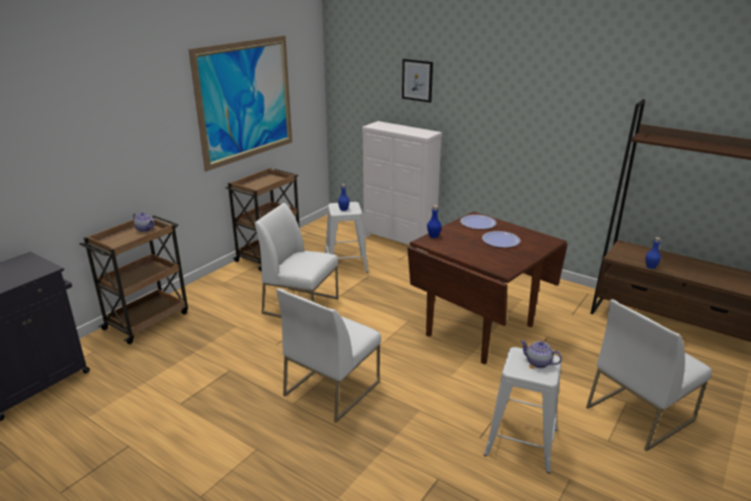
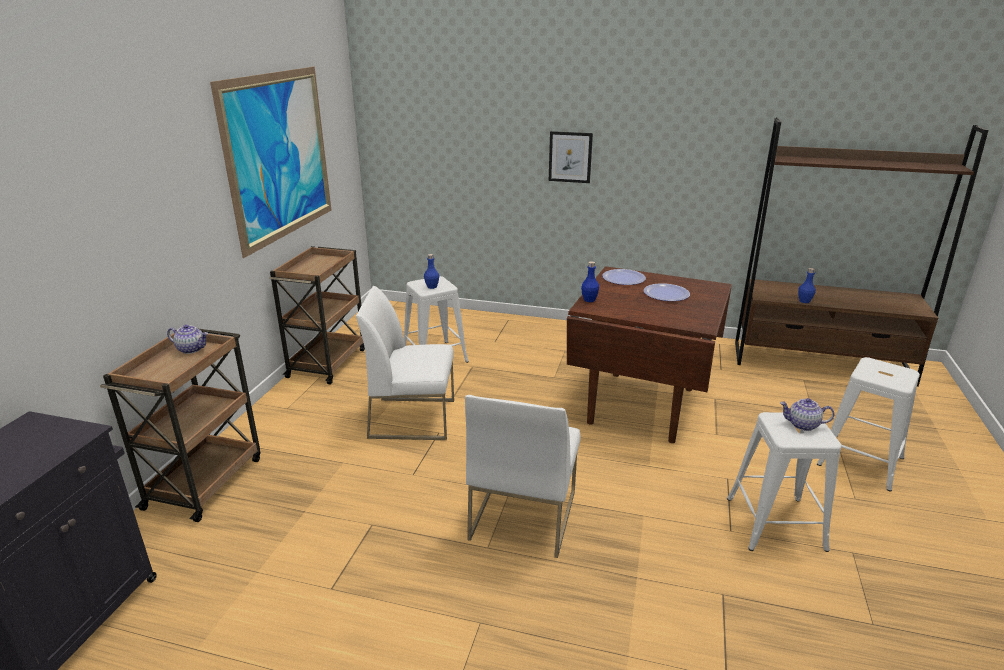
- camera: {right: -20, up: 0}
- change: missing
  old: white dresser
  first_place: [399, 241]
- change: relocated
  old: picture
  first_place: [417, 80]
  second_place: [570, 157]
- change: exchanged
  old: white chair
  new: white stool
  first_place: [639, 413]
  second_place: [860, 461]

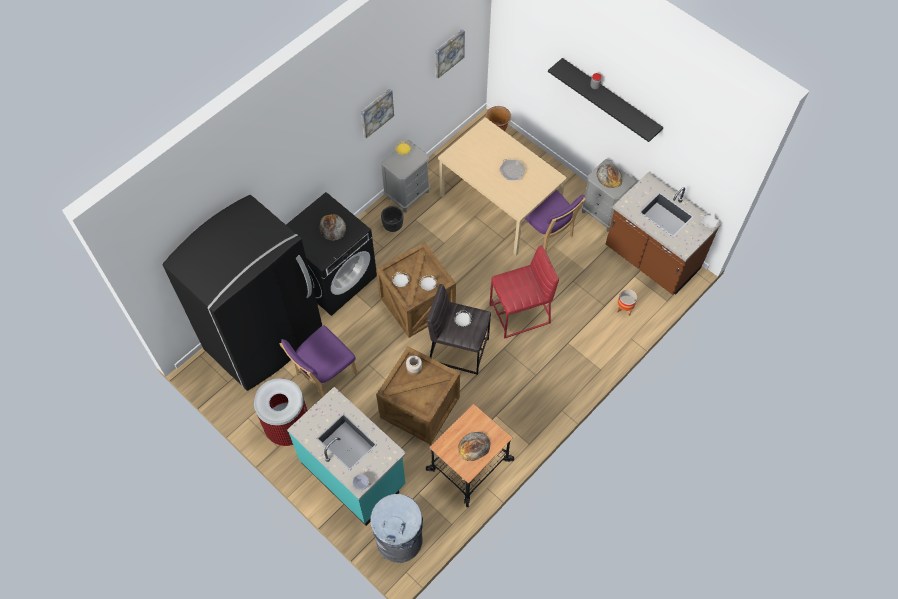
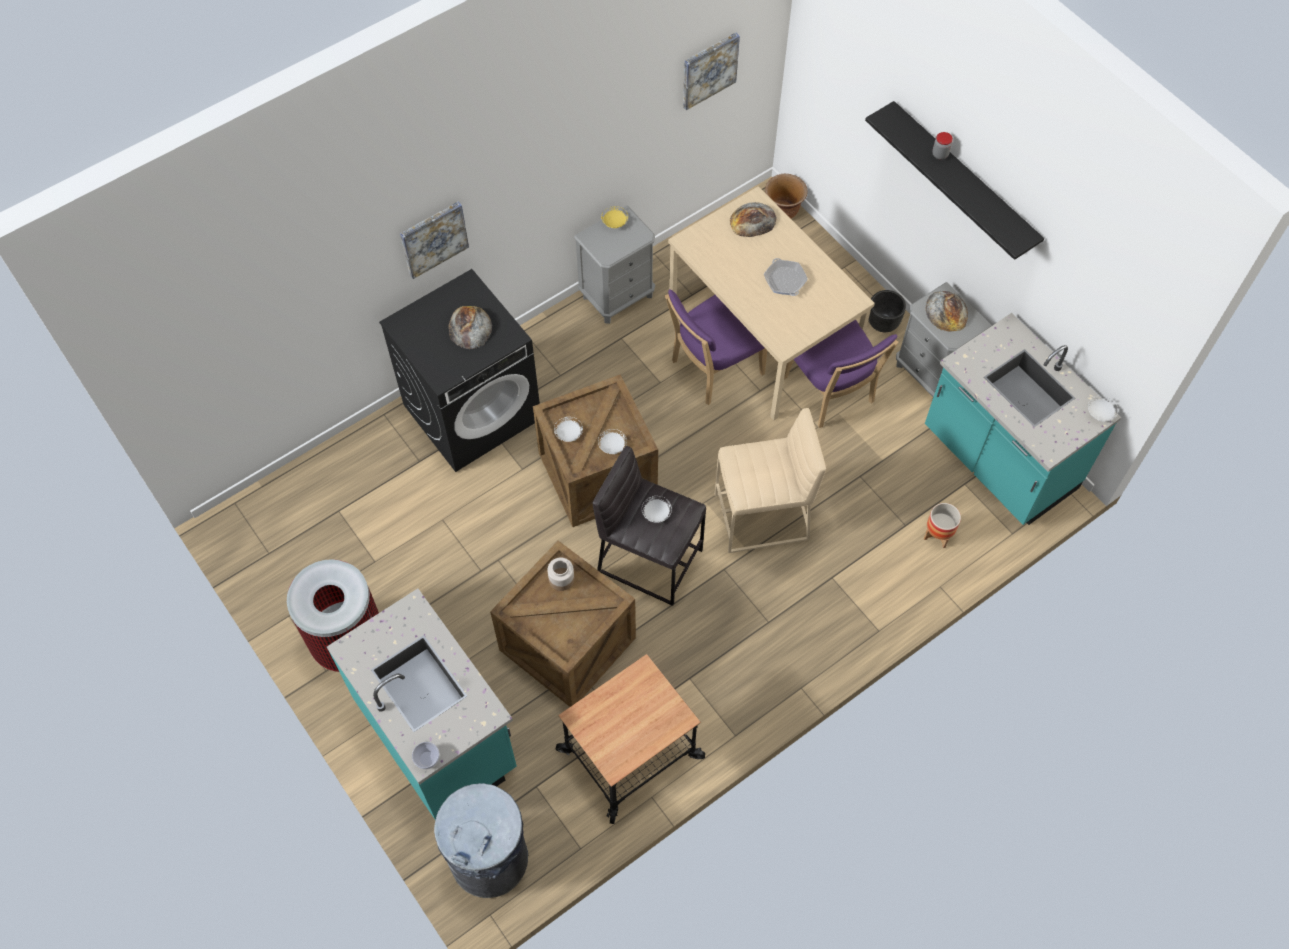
- camera: {right: 10, up: 0}
- change: missing
  old: black fridge
  first_place: [265, 338]
- change: relocated
  old: purple chair
  first_place: [324, 375]
  second_place: [713, 369]
- change: relocated
  old: picture
  first_place: [376, 112]
  second_place: [433, 238]
- change: relocated
  old: black planter
  first_place: [393, 226]
  second_place: [883, 323]
- change: relocated
  old: bread
  first_place: [474, 446]
  second_place: [753, 220]
- change: colour
  old: red stool
  new: beige stool
  first_place: [520, 314]
  second_place: [762, 517]
- change: colour
  old: brown counter
  new: turquoise counter
  first_place: [651, 259]
  second_place: [998, 461]

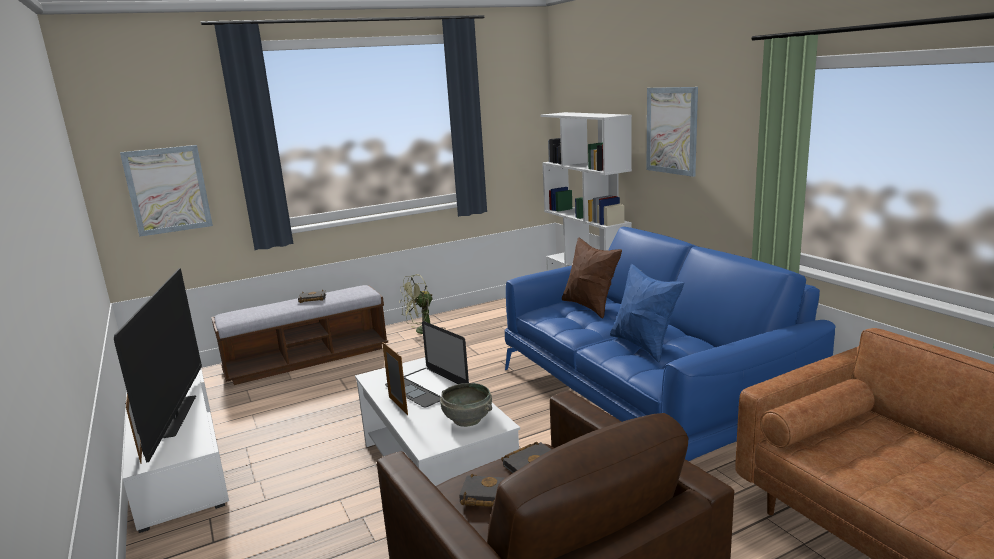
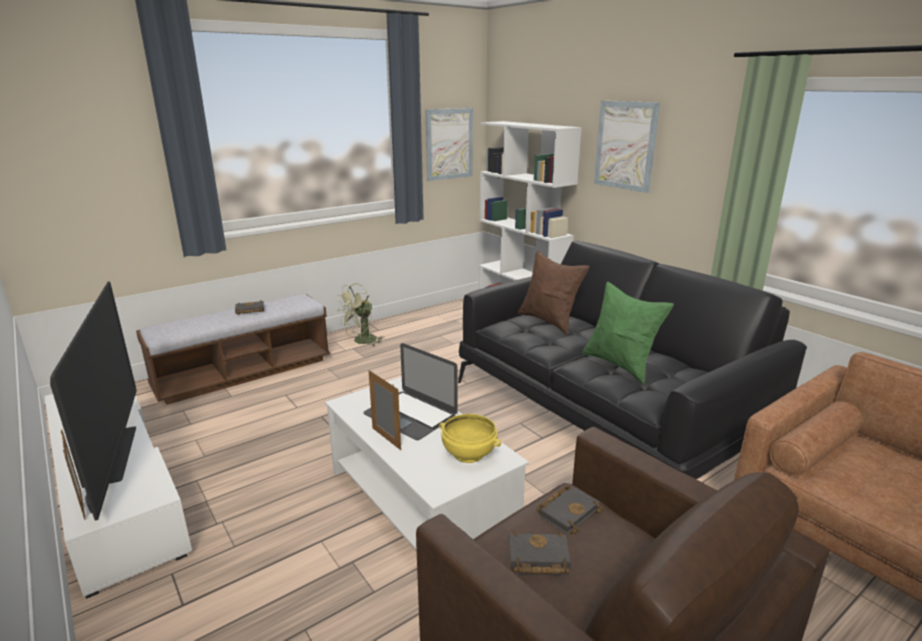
- camera: {right: -10, up: 5}
- change: relocated
  old: picture
  first_place: [168, 190]
  second_place: [449, 144]
- change: colour
  old: grey bowl
  new: yellow bowl
  first_place: [467, 419]
  second_place: [468, 454]
- change: colour
  old: blue sofa
  new: black sofa
  first_place: [647, 397]
  second_place: [606, 410]
- change: colour
  old: blue pillow
  new: green pillow
  first_place: [644, 345]
  second_place: [620, 364]

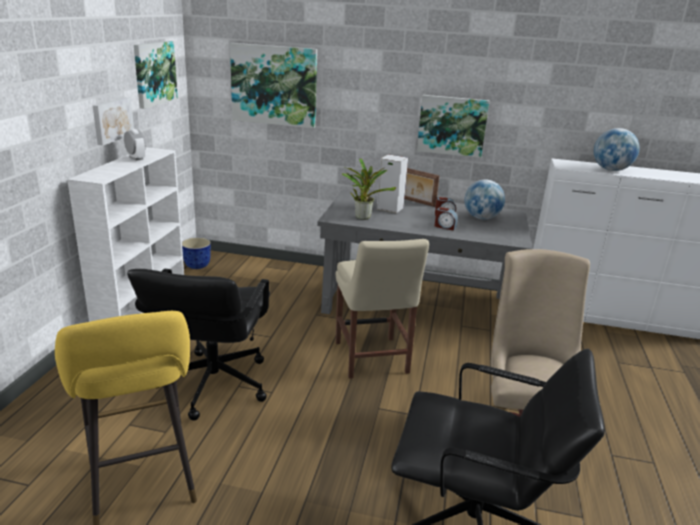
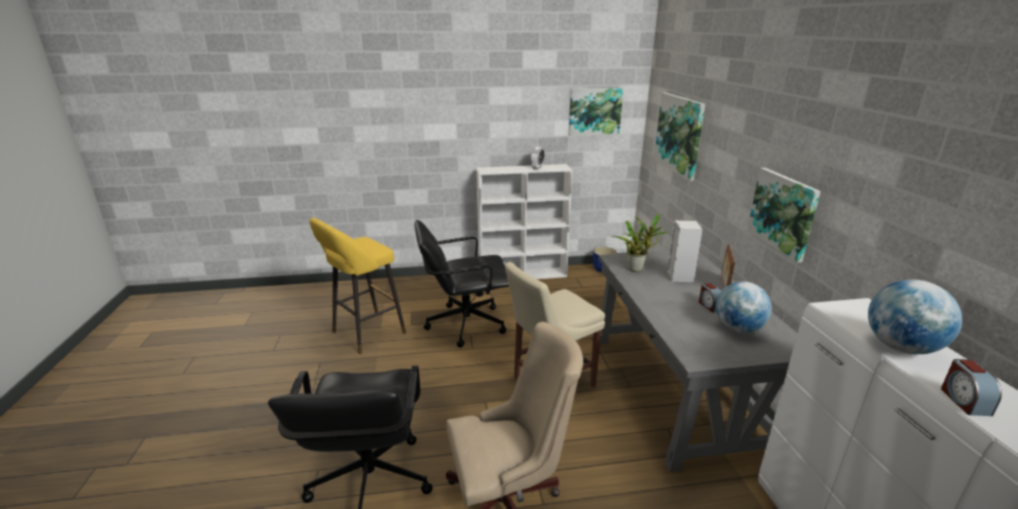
- camera: {right: 70, up: 0}
- change: missing
  old: picture
  first_place: [112, 120]
- change: relocated
  old: alarm clock
  first_place: [445, 227]
  second_place: [964, 401]

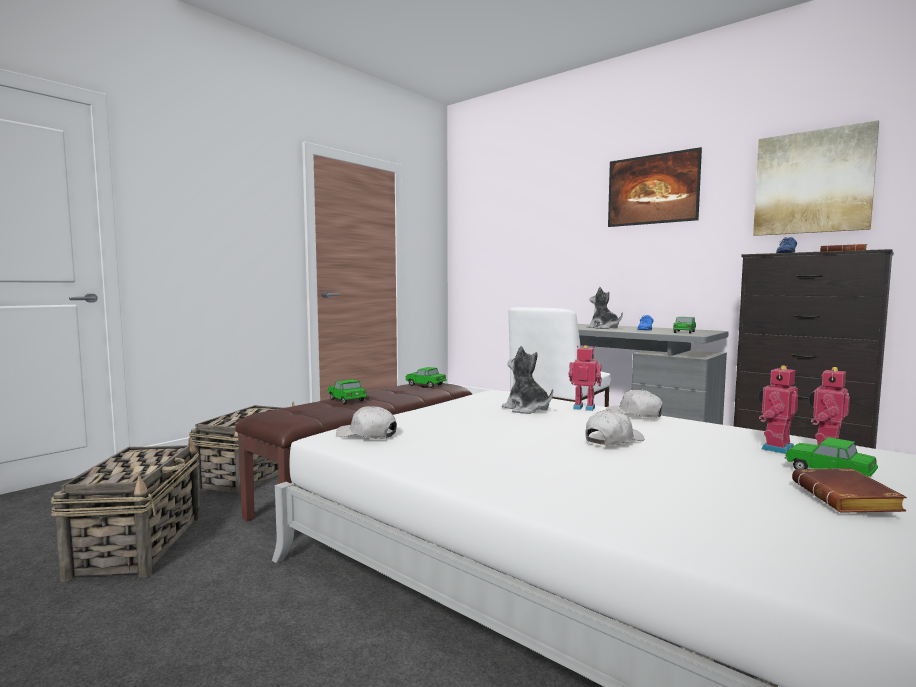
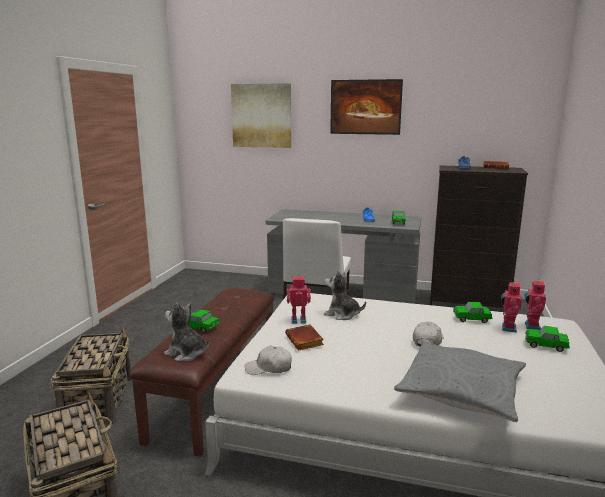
- camera: {right: -25, up: 10}
- change: missing
  old: white cap
  first_place: [634, 415]
- change: appeared
  new: grey pillow
  second_place: [461, 391]
- change: relocated
  old: toy car
  first_place: [425, 385]
  second_place: [471, 319]
- change: relocated
  old: toy robot
  first_place: [584, 407]
  second_place: [298, 320]
- change: relocated
  old: plush toy
  first_place: [603, 328]
  second_place: [186, 353]
- change: relocated
  old: picture
  first_place: [812, 182]
  second_place: [261, 116]
- change: relocated
  old: brown book
  first_place: [849, 499]
  second_place: [305, 341]

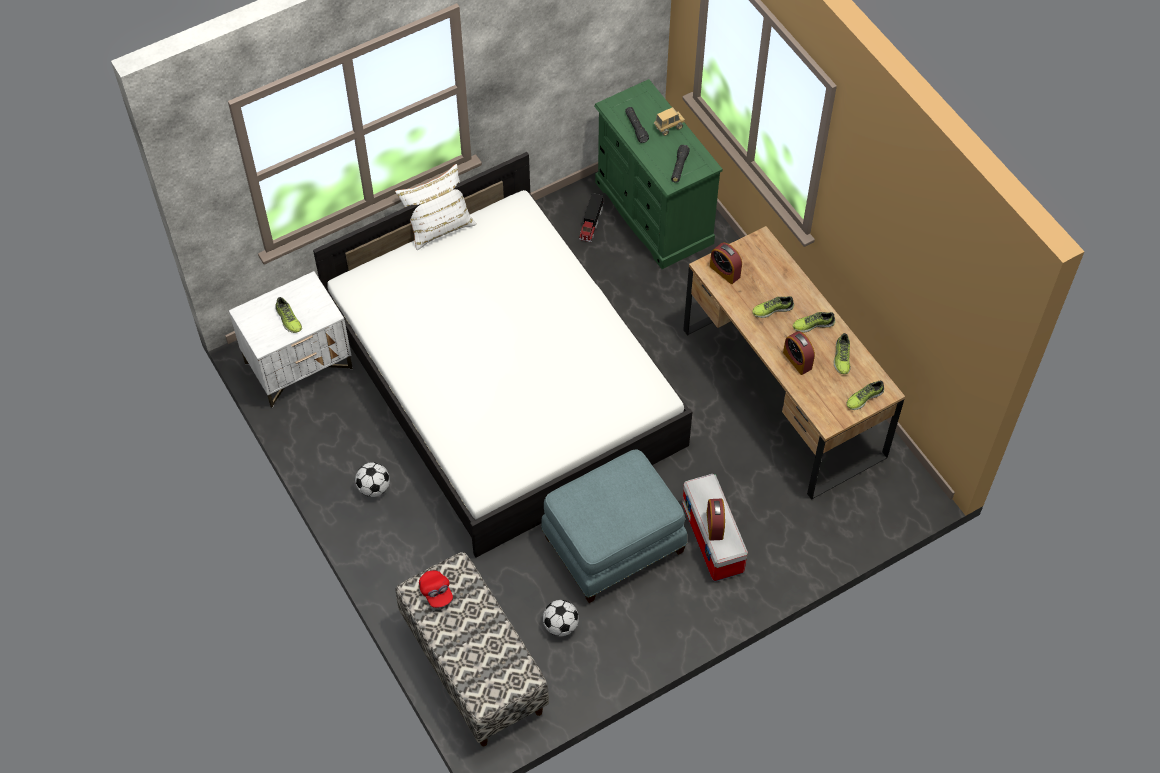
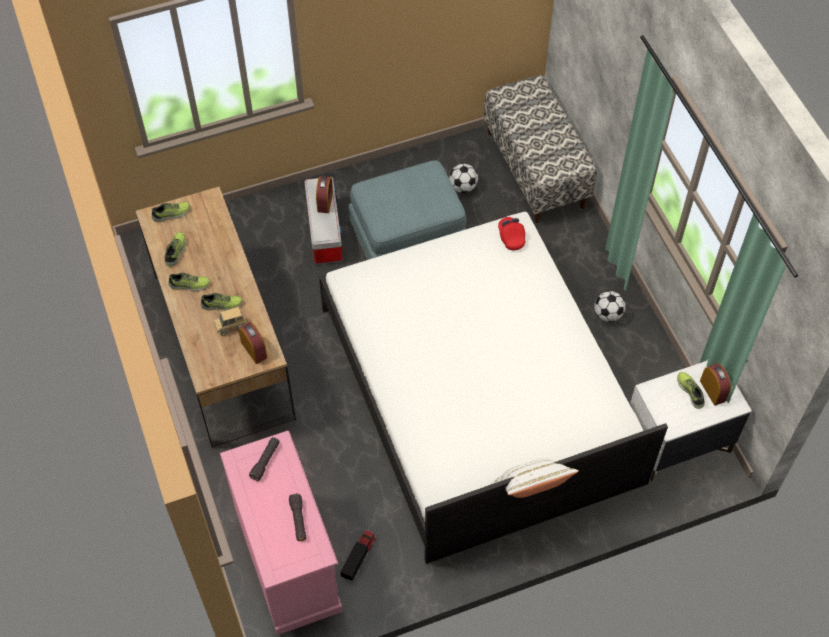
- camera: {right: -170, up: 0}
- change: relocated
  old: red cap
  first_place: [436, 592]
  second_place: [511, 237]
- change: relocated
  old: toy truck
  first_place: [668, 127]
  second_place: [231, 327]
- change: relocated
  old: alarm clock
  first_place: [797, 360]
  second_place: [712, 390]
- change: colour
  old: green dresser
  new: pink dresser
  first_place: [653, 213]
  second_place: [288, 559]

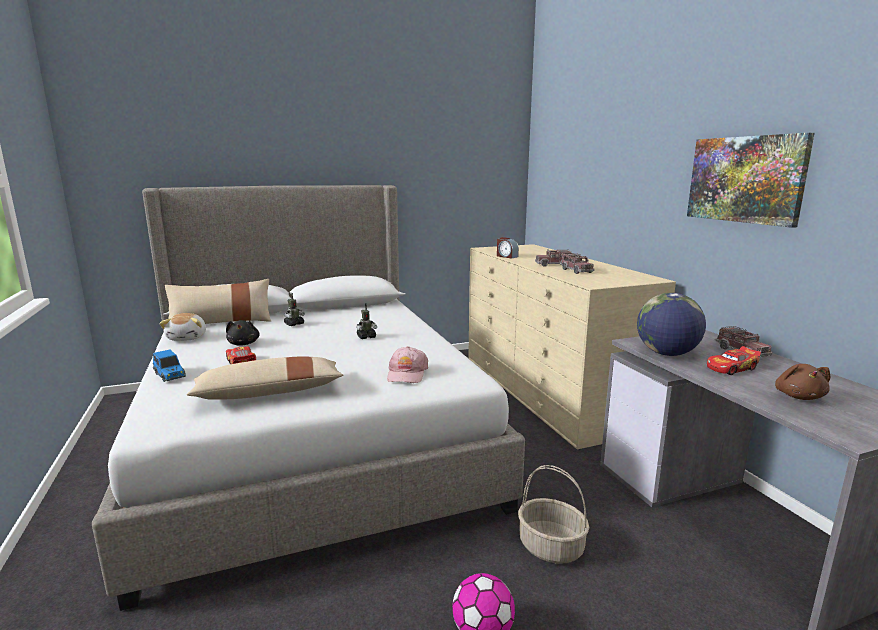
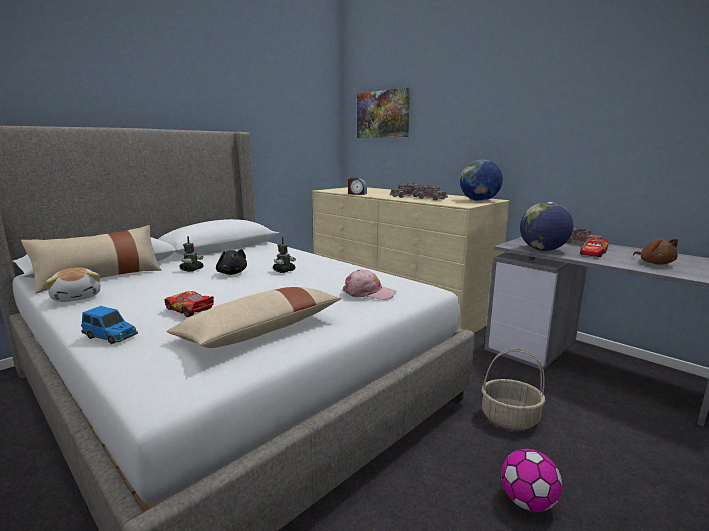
- camera: {right: -25, up: 0}
- change: appeared
  new: globe
  second_place: [479, 200]
- change: relocated
  old: black plush toy
  first_place: [244, 344]
  second_place: [232, 273]
- change: relocated
  old: picture
  first_place: [745, 179]
  second_place: [383, 114]
- change: spun
  old: pink cap
  first_place: [407, 373]
  second_place: [368, 293]
  degrees: -60

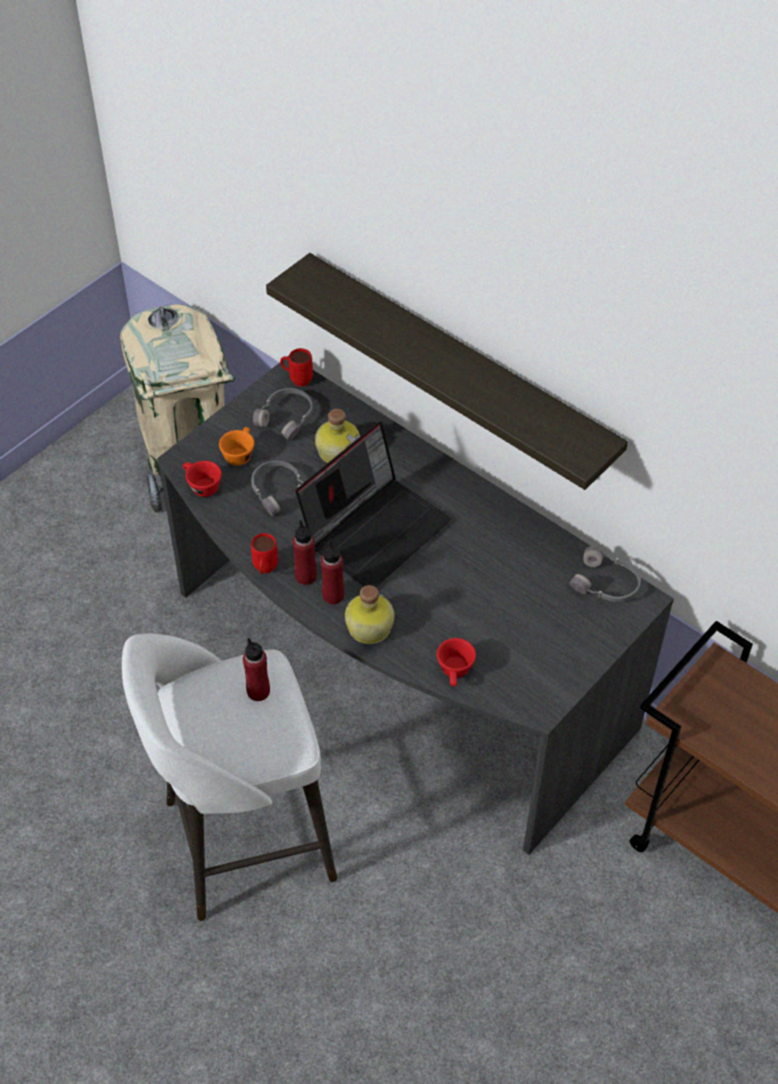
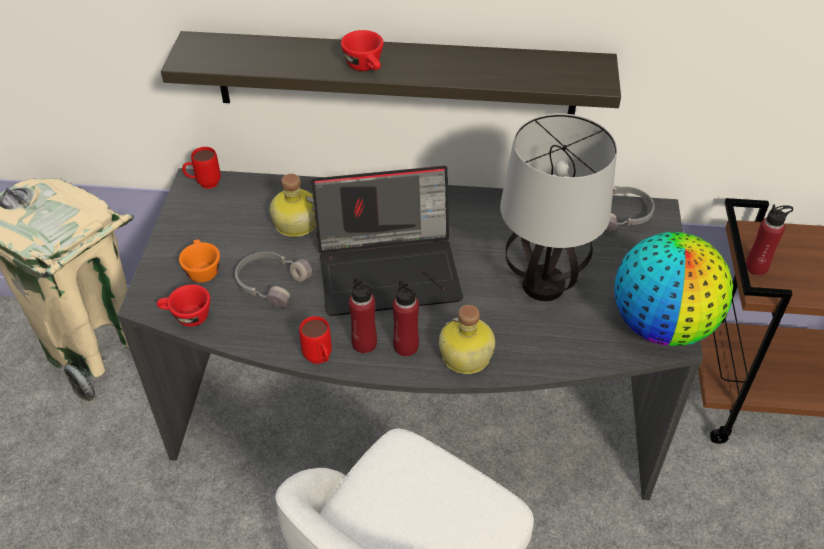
- camera: {right: -35, up: -5}
- change: missing
  old: grey headphones
  first_place: [287, 417]
- change: appeared
  new: table lamp
  second_place: [542, 286]
- change: appeared
  new: globe
  second_place: [661, 325]
- change: relocated
  old: red bottle
  first_place: [258, 691]
  second_place: [756, 267]
- change: relocated
  old: red cup
  first_place: [455, 672]
  second_place: [366, 67]
- change: spun
  old: laptop
  first_place: [375, 529]
  second_place: [390, 269]
  degrees: 75

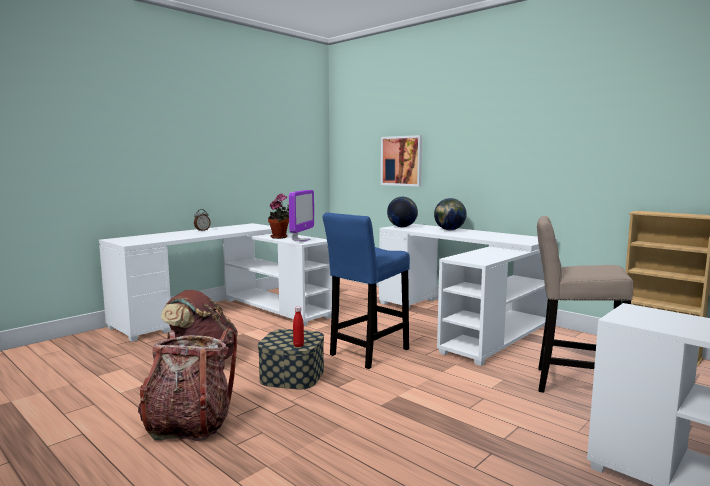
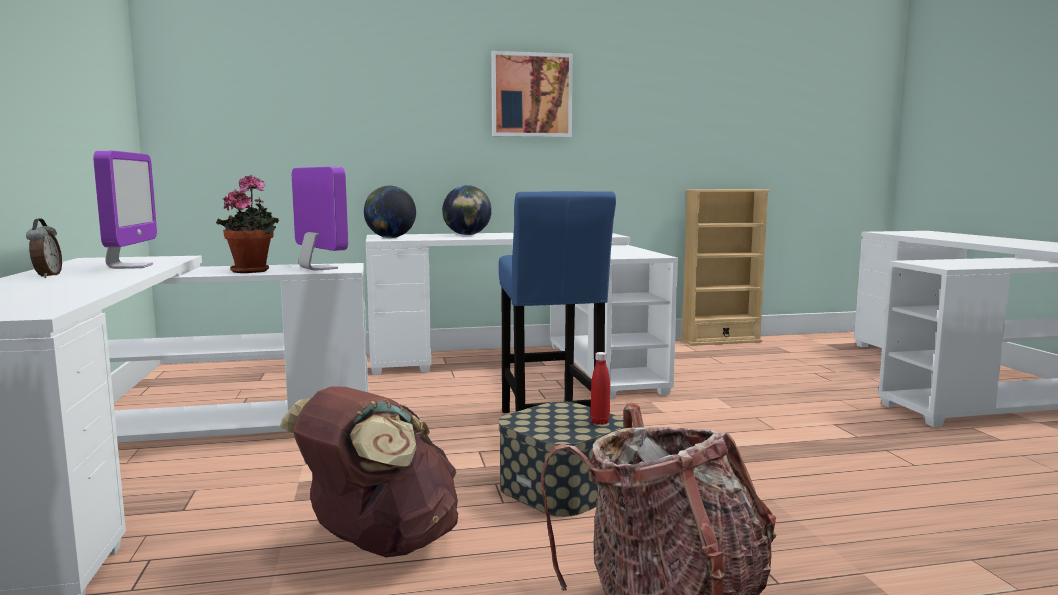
- camera: {right: -55, up: 0}
- change: missing
  old: beige stool
  first_place: [572, 384]
- change: appeared
  new: monitor
  second_place: [130, 266]
- change: relocated
  old: picture
  first_place: [401, 161]
  second_place: [531, 95]

